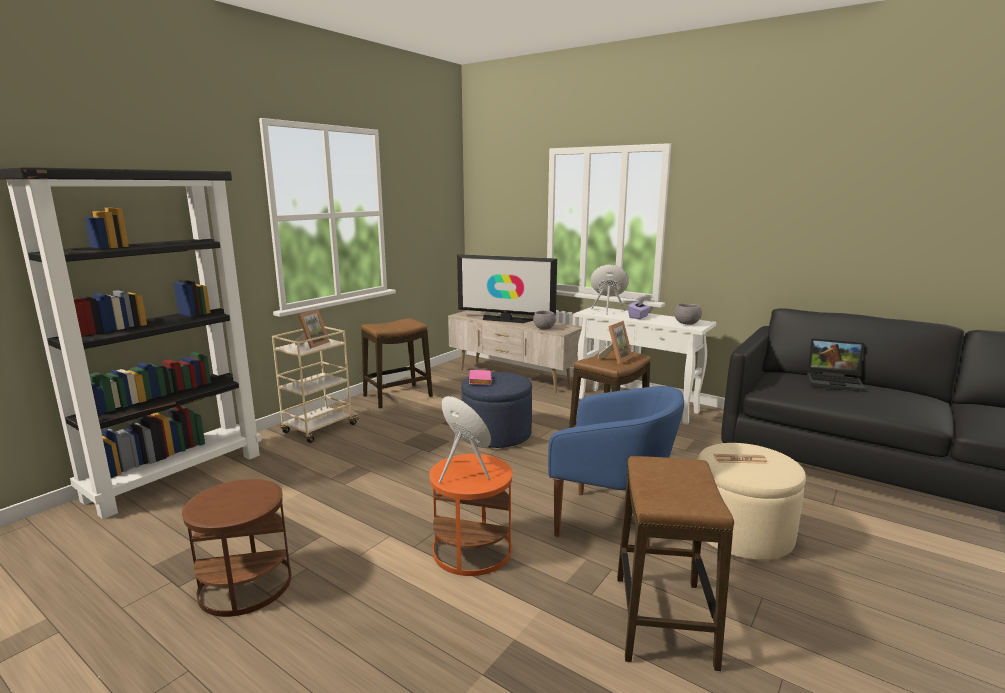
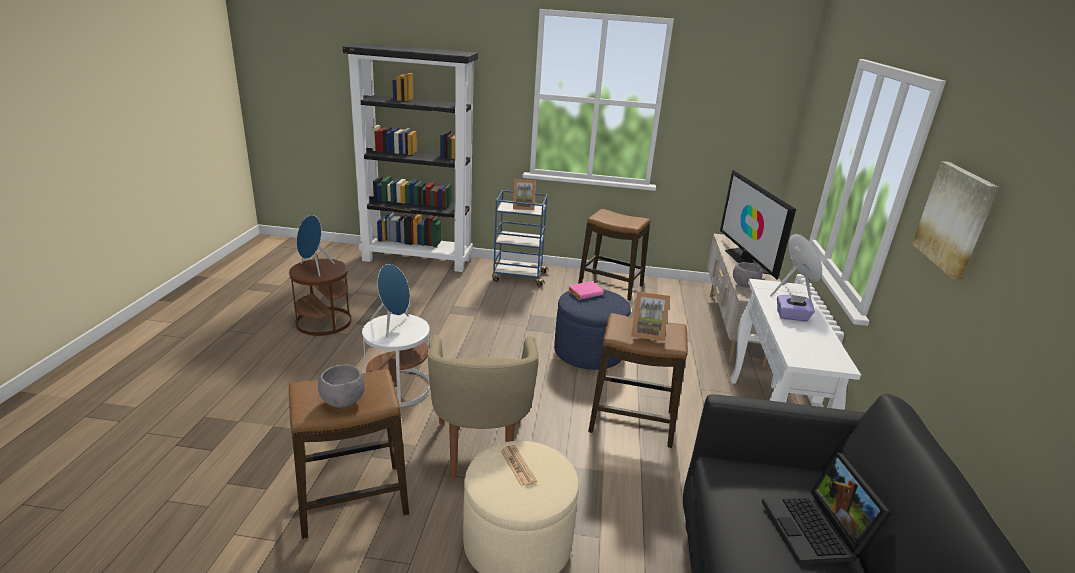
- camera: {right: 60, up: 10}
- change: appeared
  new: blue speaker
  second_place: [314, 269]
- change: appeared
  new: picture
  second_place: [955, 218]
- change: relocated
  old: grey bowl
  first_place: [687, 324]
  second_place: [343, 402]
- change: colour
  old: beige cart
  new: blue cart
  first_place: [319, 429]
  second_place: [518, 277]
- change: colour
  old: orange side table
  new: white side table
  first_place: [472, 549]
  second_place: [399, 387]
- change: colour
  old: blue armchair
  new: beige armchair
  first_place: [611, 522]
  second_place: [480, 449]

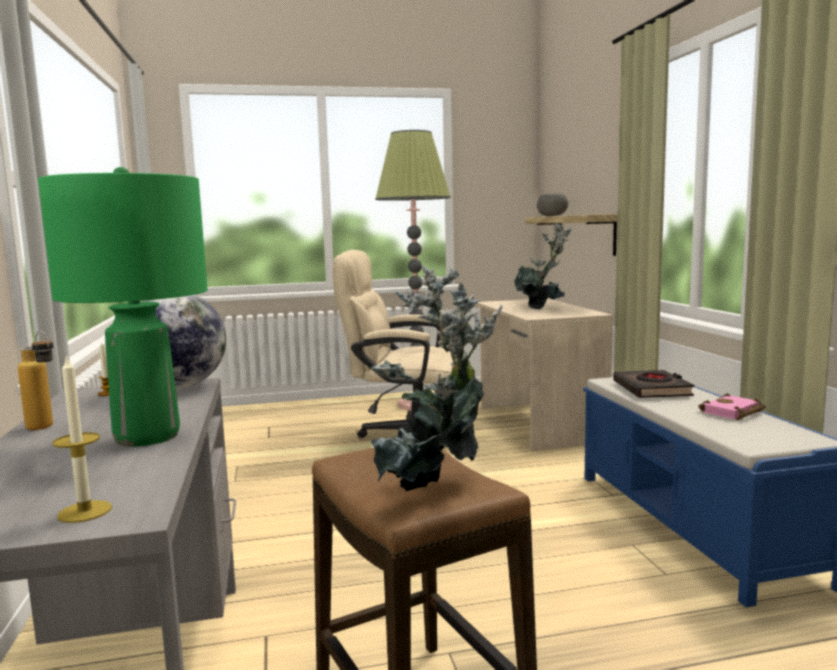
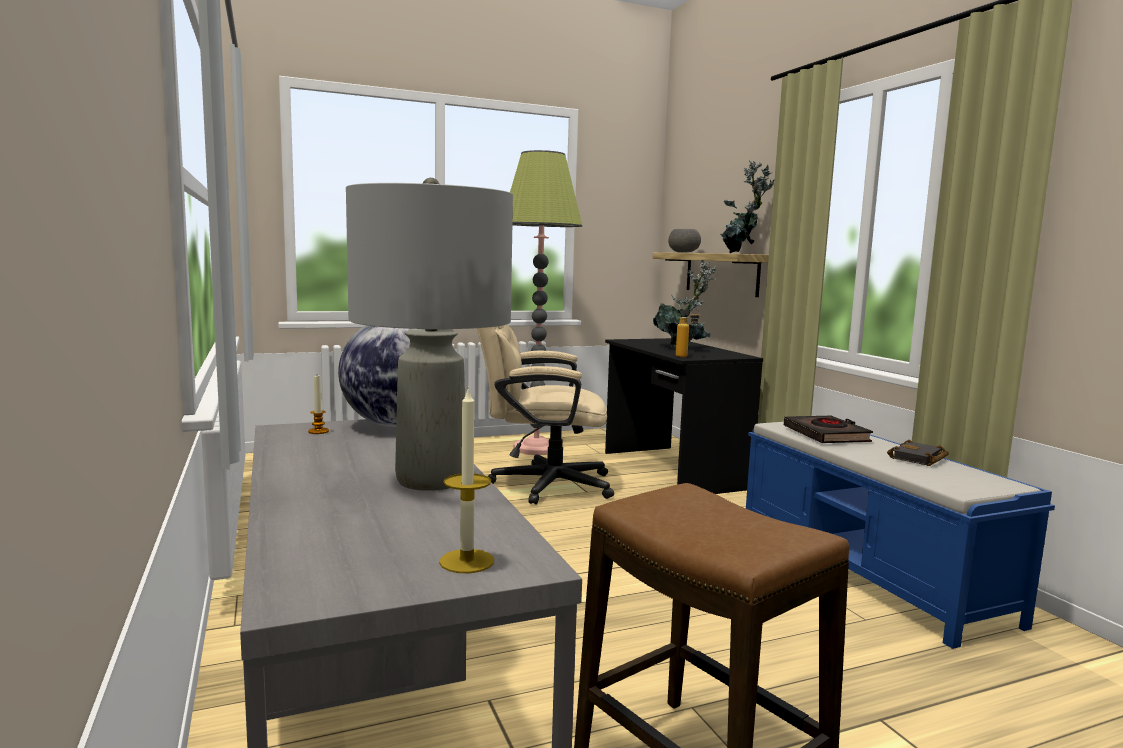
- camera: {right: -10, up: 0}
- change: relocated
  old: bottle
  first_place: [45, 428]
  second_place: [686, 356]
- change: relocated
  old: potted plant
  first_place: [436, 492]
  second_place: [740, 253]
- change: colour
  old: green table lamp
  new: grey table lamp
  first_place: [147, 436]
  second_place: [431, 479]
- change: colour
  old: beige desk
  new: black desk
  first_place: [537, 424]
  second_place: [671, 470]
- change: colour
  old: pink book
  new: black book
  first_place: [733, 413]
  second_place: [919, 459]

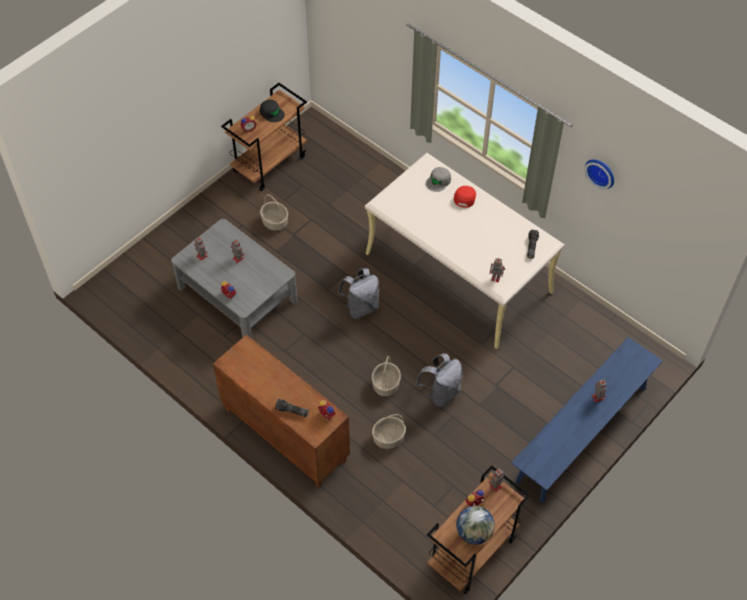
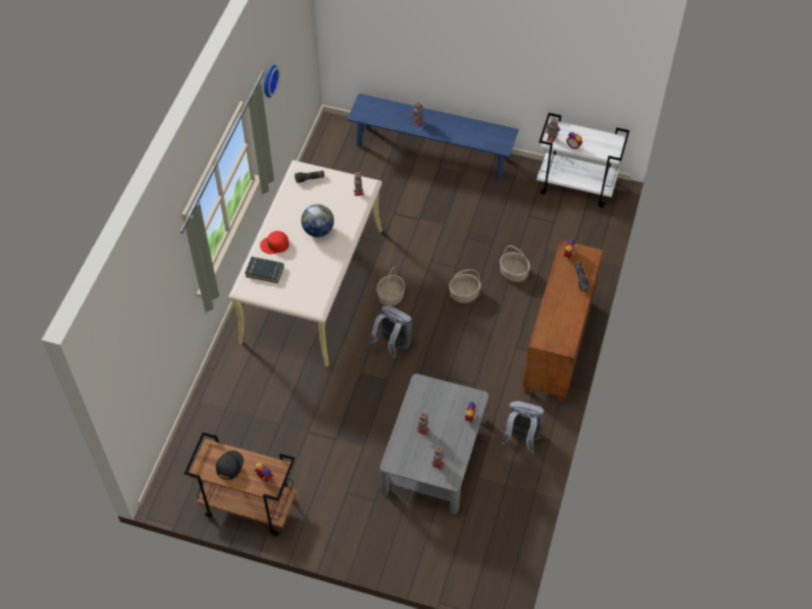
- camera: {right: -115, up: 0}
- change: relocated
  old: basket
  first_place: [275, 222]
  second_place: [390, 295]
- change: relocated
  old: grey backpack
  first_place: [441, 393]
  second_place: [521, 438]
- change: relocated
  old: globe
  first_place: [474, 532]
  second_place: [318, 230]
- change: exchanged
  old: grey cap
  new: black book
  first_place: [438, 181]
  second_place: [265, 271]
- change: colour
  old: brown cart
  new: white cart
  first_place: [471, 553]
  second_place: [576, 186]

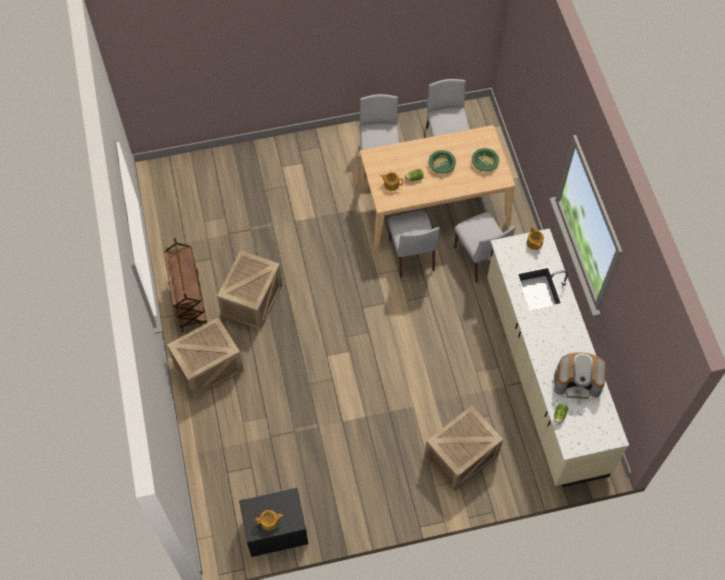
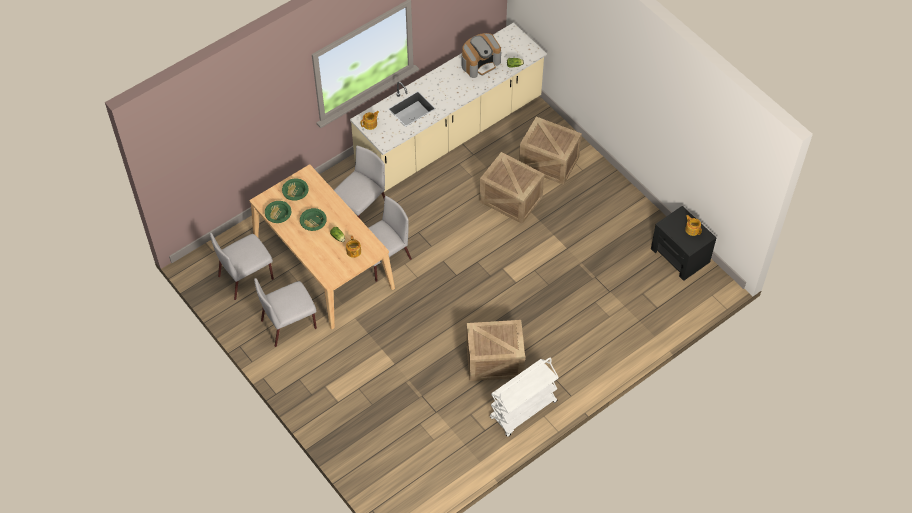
- camera: {right: -115, up: -5}
- change: appeared
  new: green bowl
  second_place: [278, 215]
- change: relocated
  old: crate
  first_place: [209, 366]
  second_place: [510, 199]
- change: colour
  old: brown cart
  new: white cart
  first_place: [189, 301]
  second_place: [523, 410]
- change: spun
  old: coffee machine
  first_place: [577, 382]
  second_place: [480, 63]
  degrees: 75

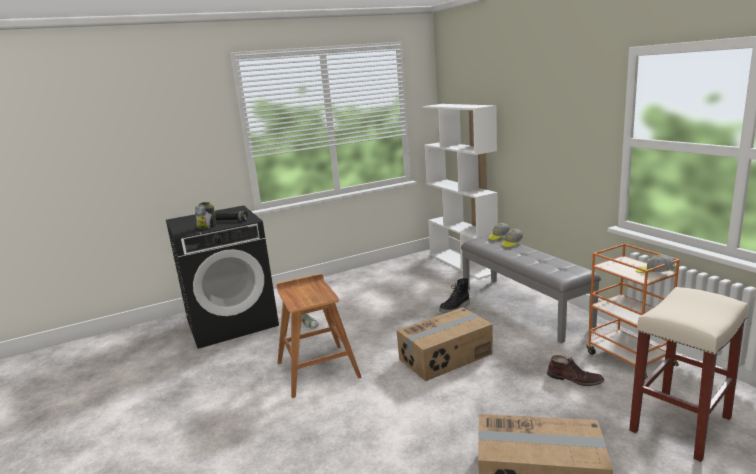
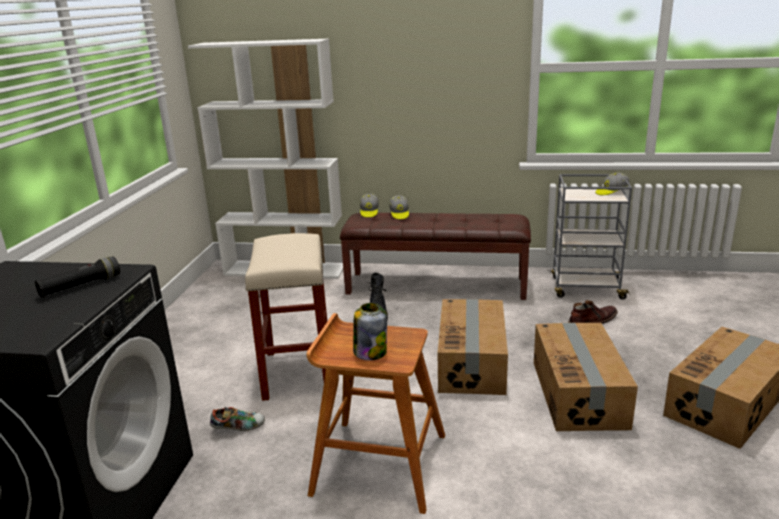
- camera: {right: -55, up: 5}
- change: appeared
  new: cardboard box
  second_place: [579, 393]
- change: relocated
  old: jar
  first_place: [207, 227]
  second_place: [370, 352]
- change: relocated
  old: beige stool
  first_place: [680, 425]
  second_place: [299, 373]
- change: colour
  old: grey bench
  new: brown bench
  first_place: [524, 307]
  second_place: [436, 285]
- change: colour
  old: orange cart
  new: grey cart
  first_place: [627, 359]
  second_place: [585, 288]

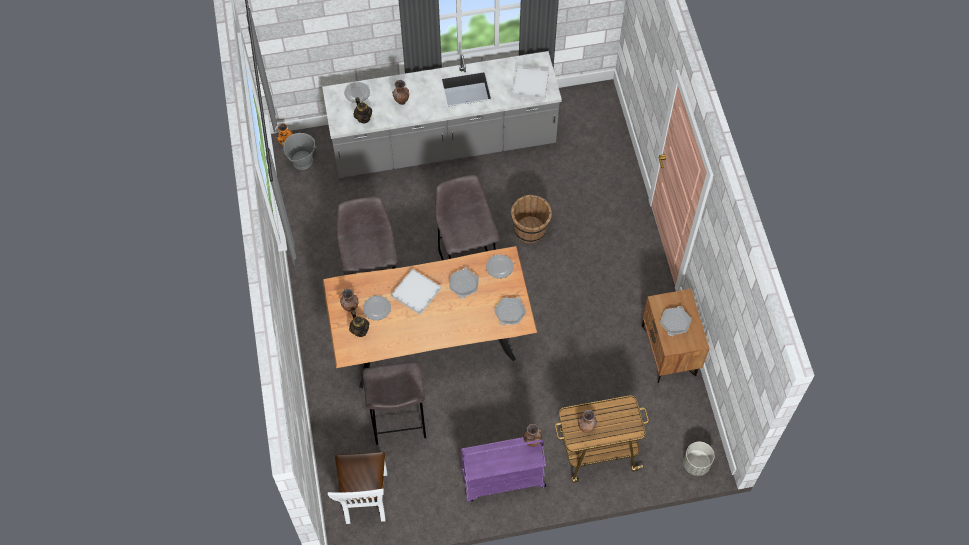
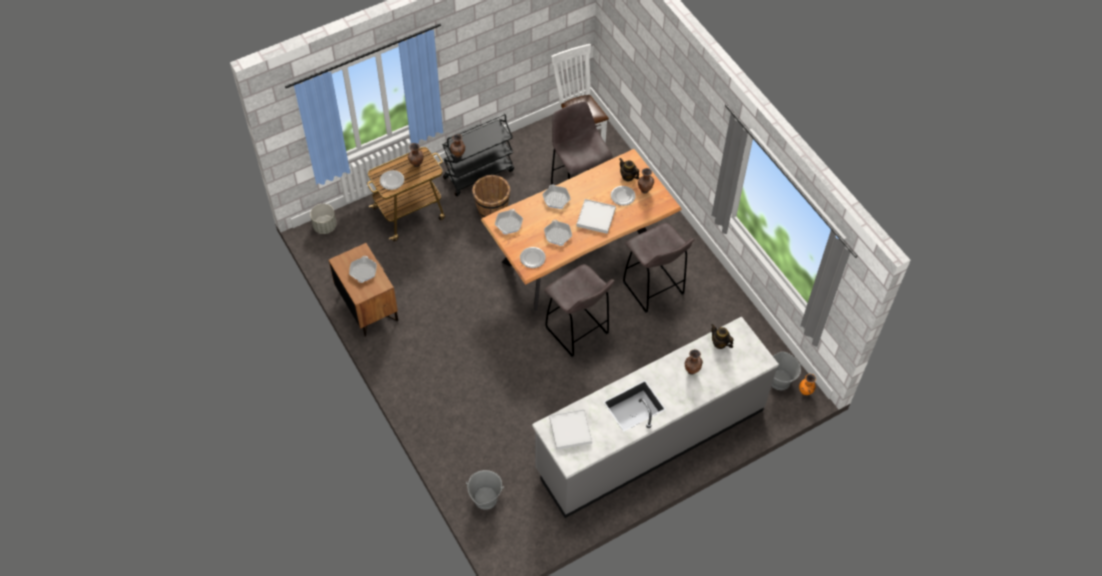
- camera: {right: 160, up: -5}
- change: appeared
  new: grey bucket
  second_place: [485, 498]
- change: appeared
  new: frying pan
  second_place: [556, 199]
- change: relocated
  old: plate
  first_place: [357, 92]
  second_place: [392, 181]
- change: relocated
  old: brown bucket
  first_place: [530, 230]
  second_place: [492, 209]
- change: colour
  old: purple cart
  new: black cart
  first_place: [502, 480]
  second_place: [479, 173]

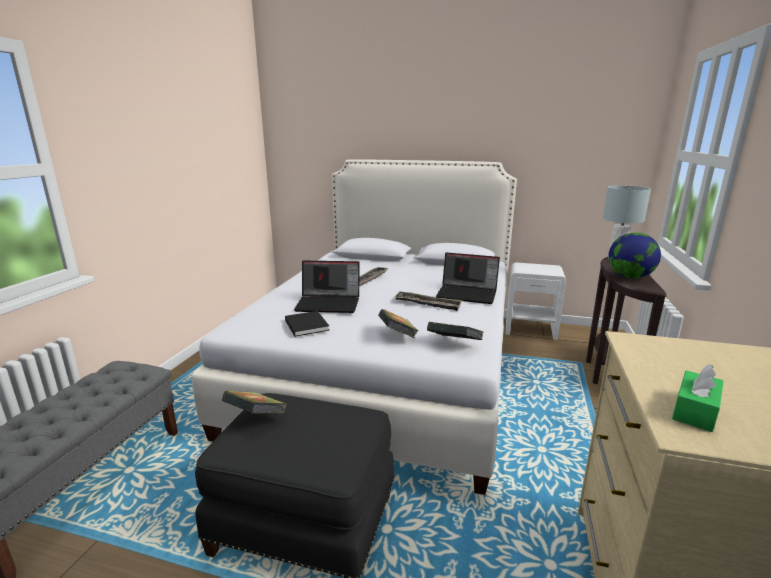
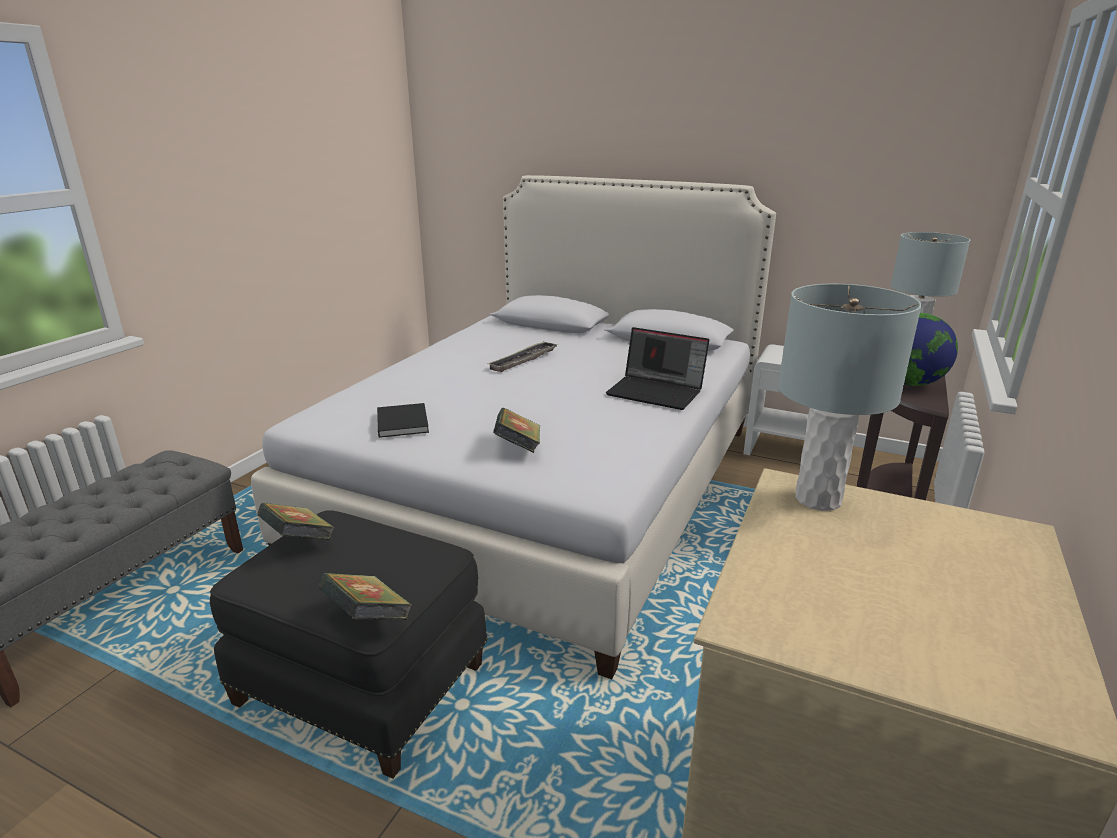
- camera: {right: 10, up: 5}
- change: missing
  old: laptop
  first_place: [329, 303]
- change: missing
  old: tray
  first_place: [427, 304]
- change: missing
  old: green tissue box
  first_place: [695, 411]
- change: appeared
  new: grey table lamp
  second_place: [819, 499]
- change: relocated
  old: book
  first_place: [454, 344]
  second_place: [368, 619]

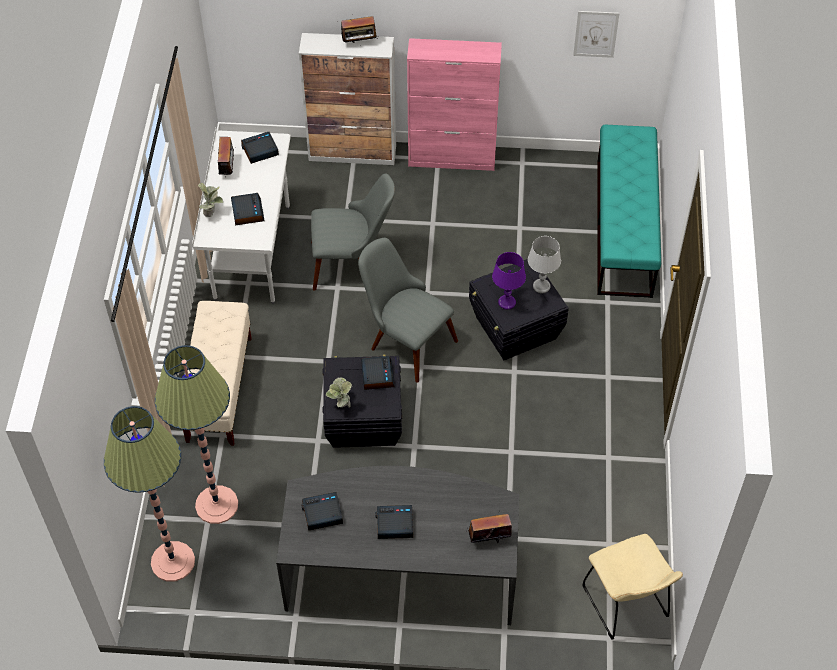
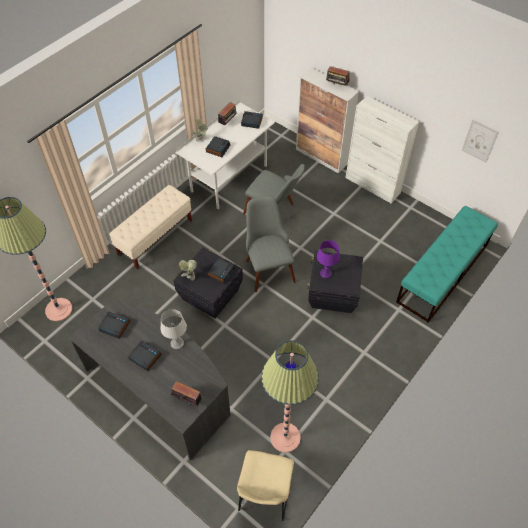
- camera: {right: 35, up: 0}
- change: relocated
  old: floor lamp
  first_place: [216, 505]
  second_place: [285, 437]
- change: relocated
  old: grey table lamp
  first_place: [541, 286]
  second_place: [177, 343]
- change: colour
  old: pink cabinet
  new: white cabinet
  first_place: [452, 158]
  second_place: [372, 185]

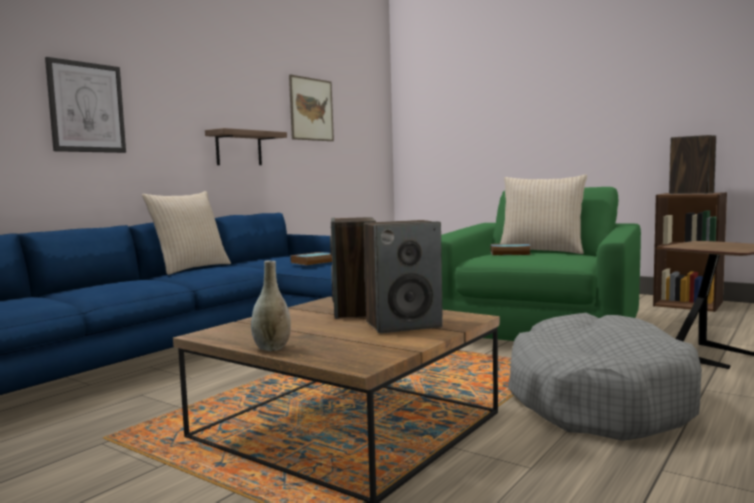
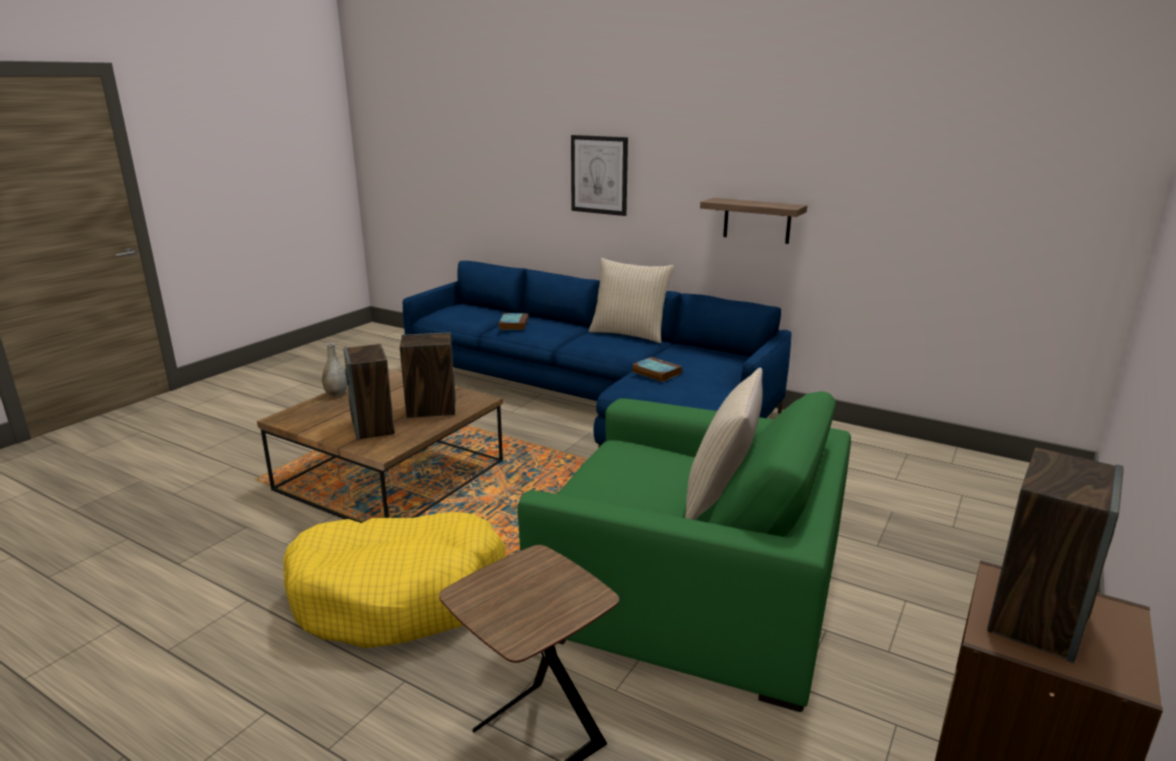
- camera: {right: 85, up: 15}
- change: missing
  old: picture
  first_place: [311, 109]
- change: relocated
  old: book
  first_place: [509, 253]
  second_place: [513, 324]
- change: colour
  old: grey dog bed
  new: yellow dog bed
  first_place: [597, 399]
  second_place: [399, 594]

